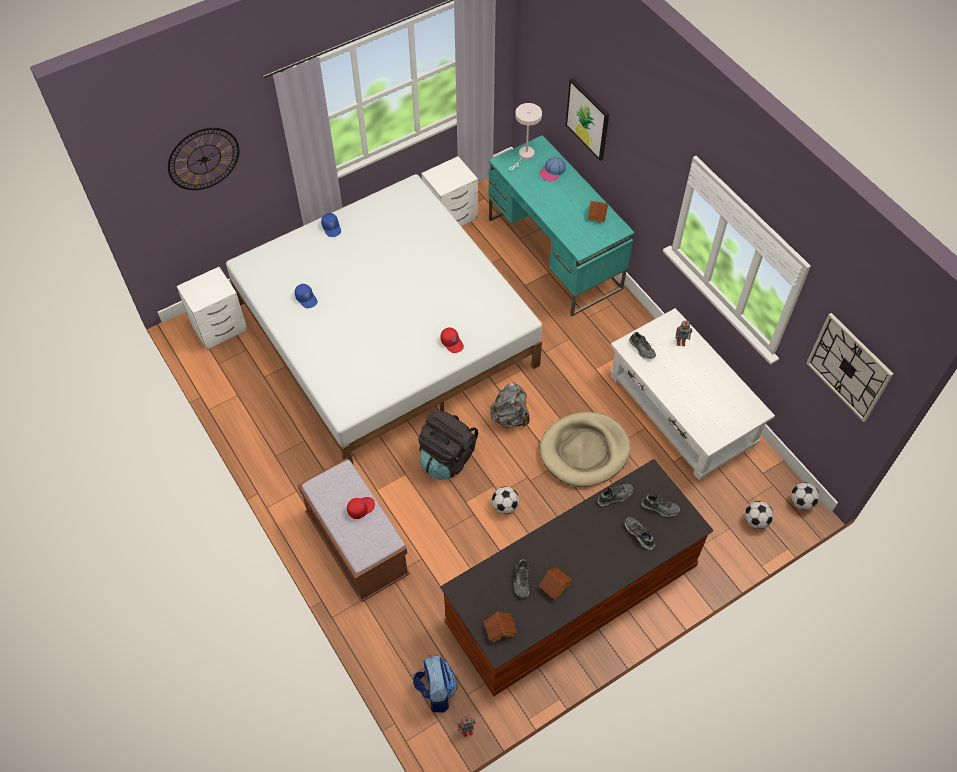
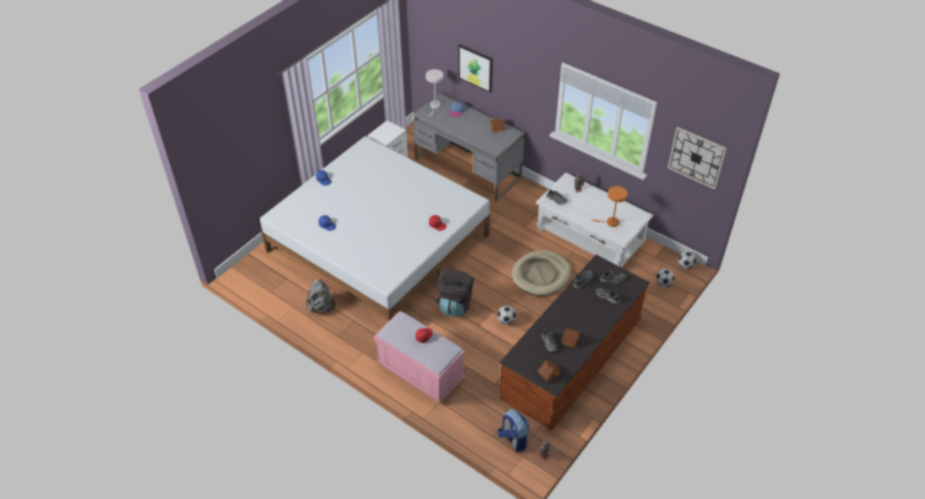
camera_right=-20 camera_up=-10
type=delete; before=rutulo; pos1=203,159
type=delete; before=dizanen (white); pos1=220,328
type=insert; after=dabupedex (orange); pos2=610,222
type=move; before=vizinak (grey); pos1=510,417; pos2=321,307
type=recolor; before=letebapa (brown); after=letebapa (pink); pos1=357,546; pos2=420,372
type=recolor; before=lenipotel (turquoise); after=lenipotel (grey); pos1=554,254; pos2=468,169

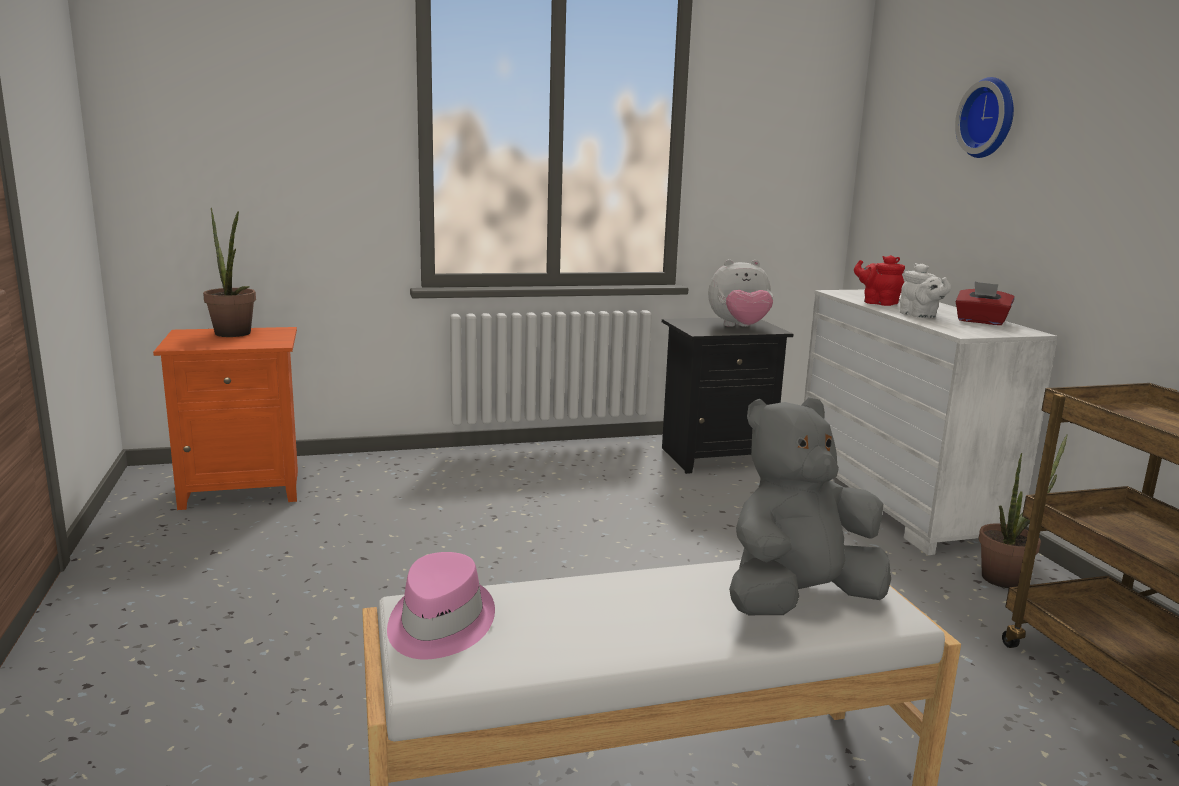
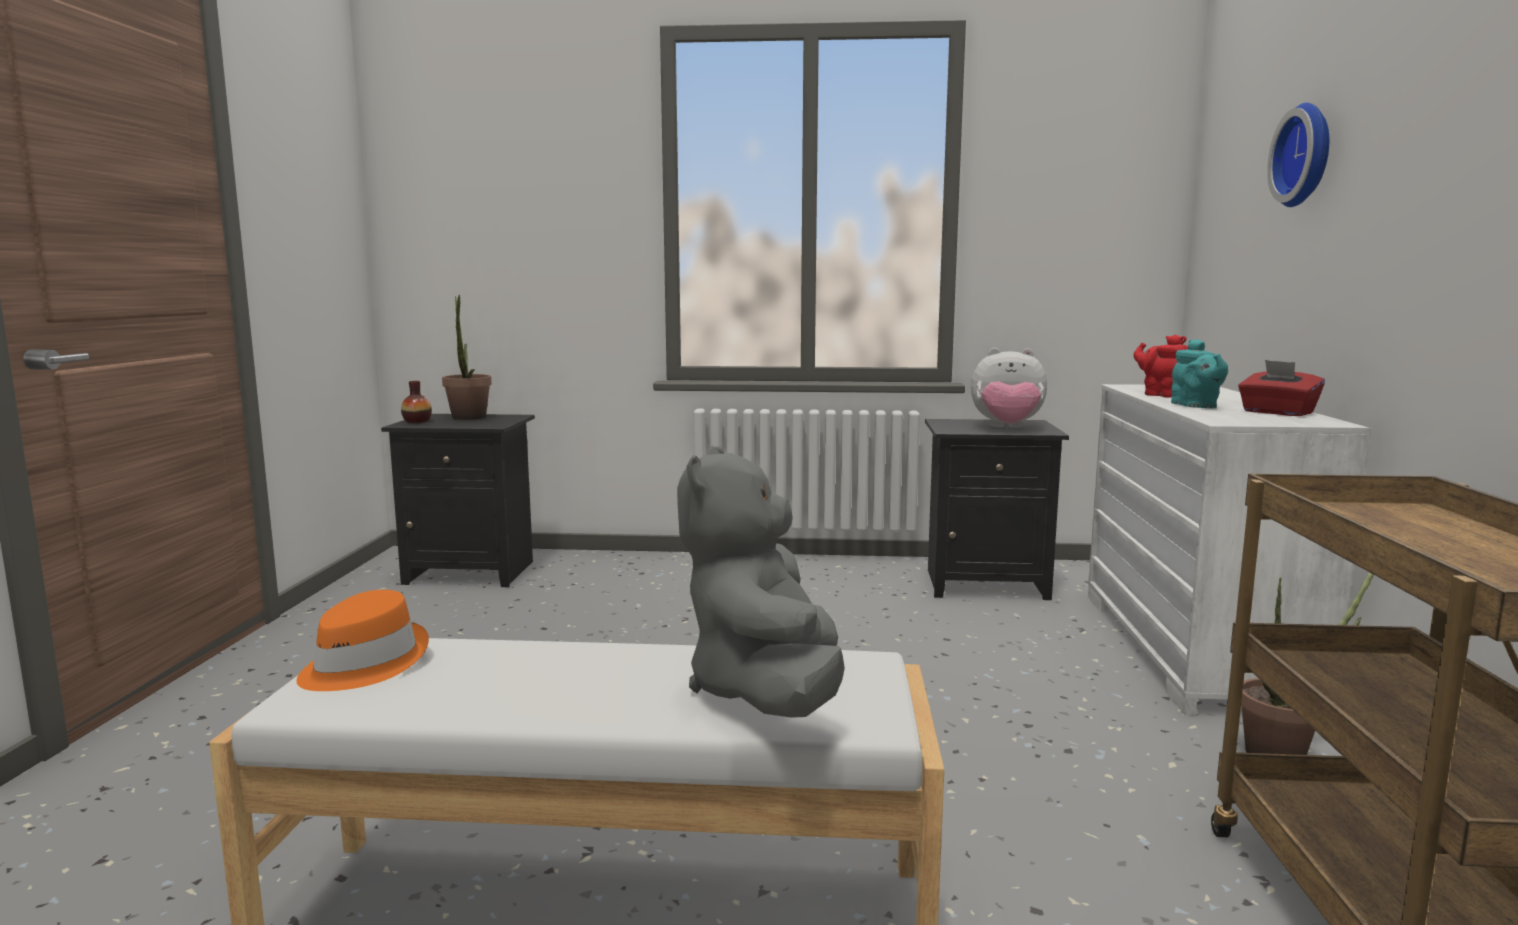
camera_right=20 camera_up=-5
type=insert; after=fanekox; pos2=417,421
type=recolor; before=dizanen (orange); after=dizanen (black); pos1=242,488; pos2=471,572
type=recolor; before=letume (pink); after=letume (orange); pos1=438,624; pos2=363,664
type=recolor; before=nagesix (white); after=nagesix (turquoise); pos1=920,316; pos2=1196,406
type=rotate; before=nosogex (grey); pos1=798,601; pos2=766,692; turn=-75

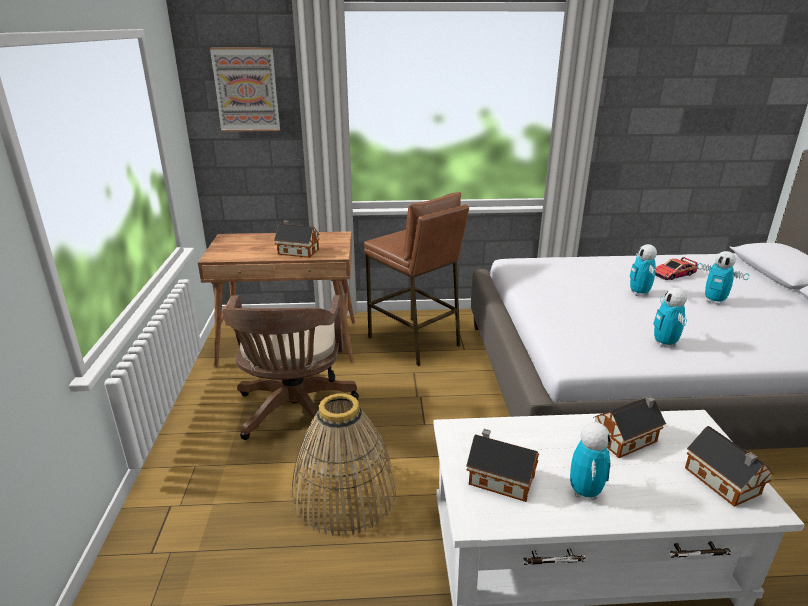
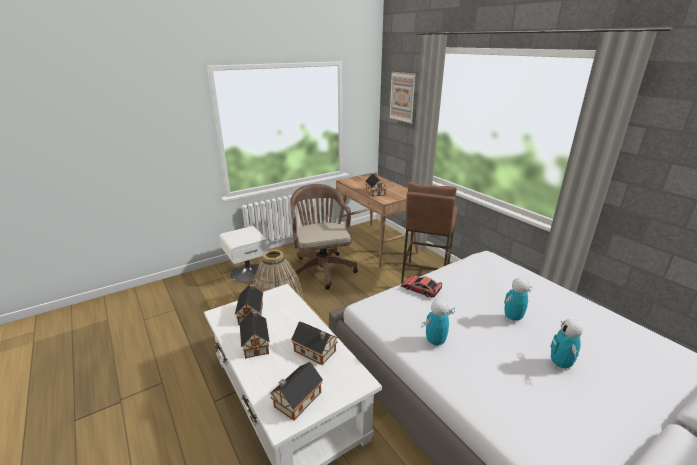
camera_right=60 camera_up=0
type=insert; after=dizanen (white); pos2=248,272
type=move; before=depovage; pos1=673,274; pos2=420,289
type=replace; before=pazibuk; after=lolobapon; pos1=585,492; pos2=256,343
type=rotate; before=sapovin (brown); pos1=294,413; pos2=321,268; turn=105

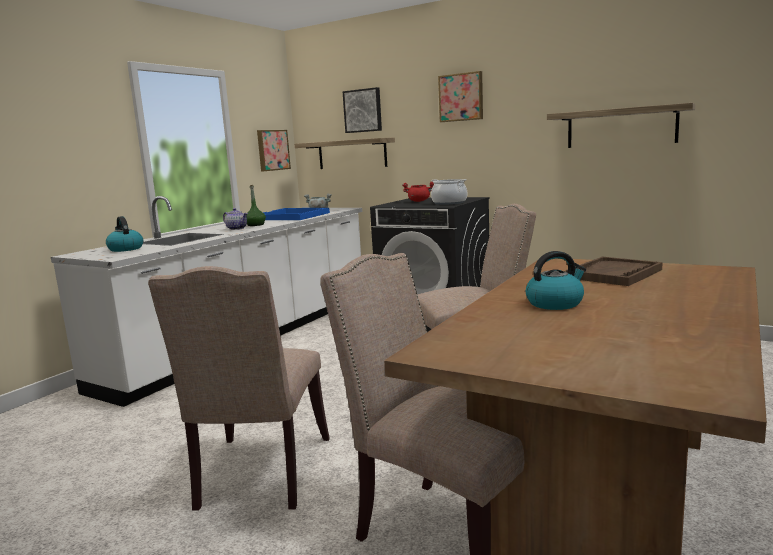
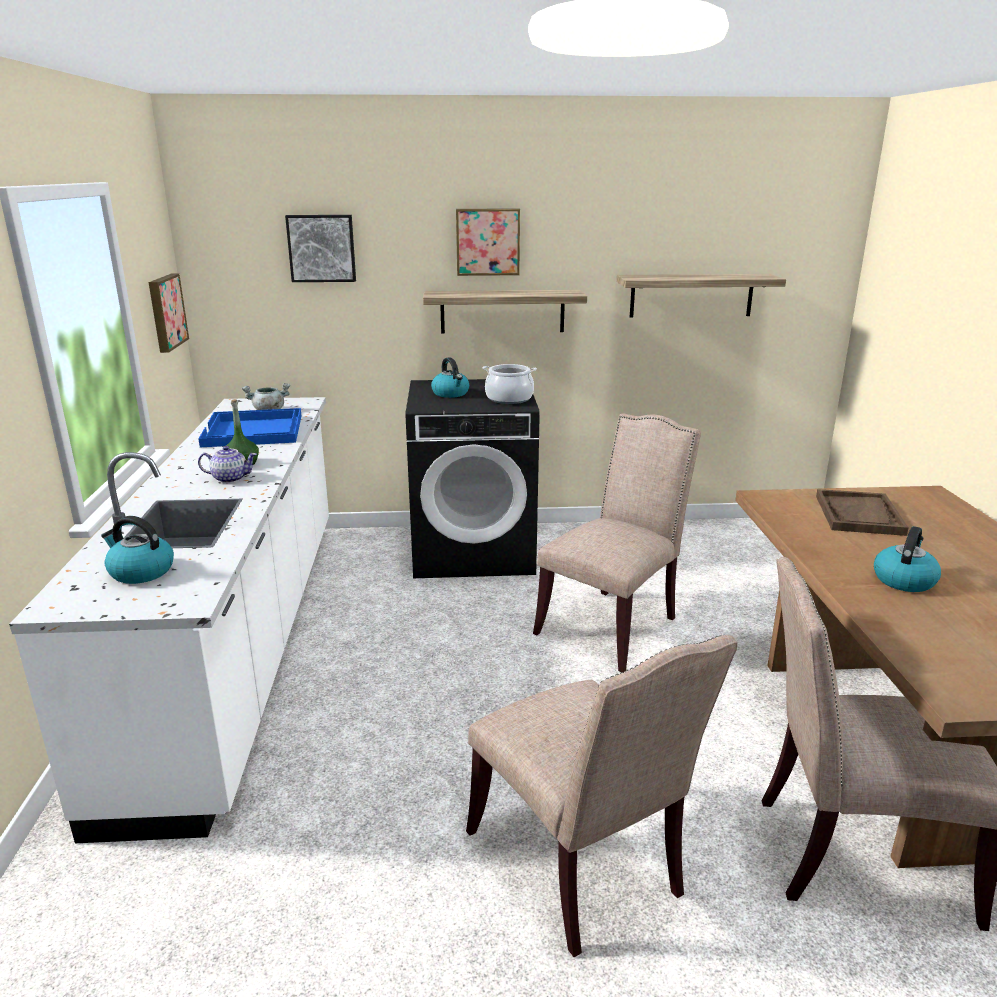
camera_right=-35 camera_up=10
type=move; before=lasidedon; pos1=352,154; pos2=502,311
type=replace; before=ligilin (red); after=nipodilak; pos1=419,201; pos2=451,394

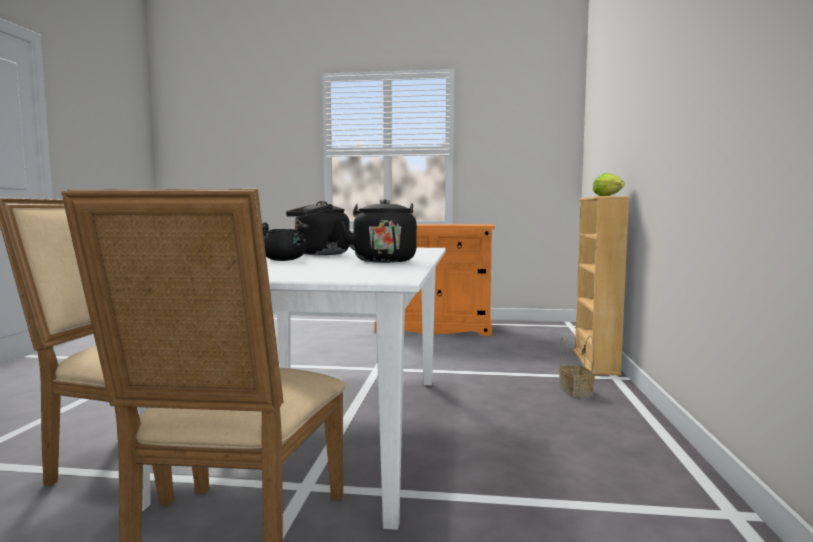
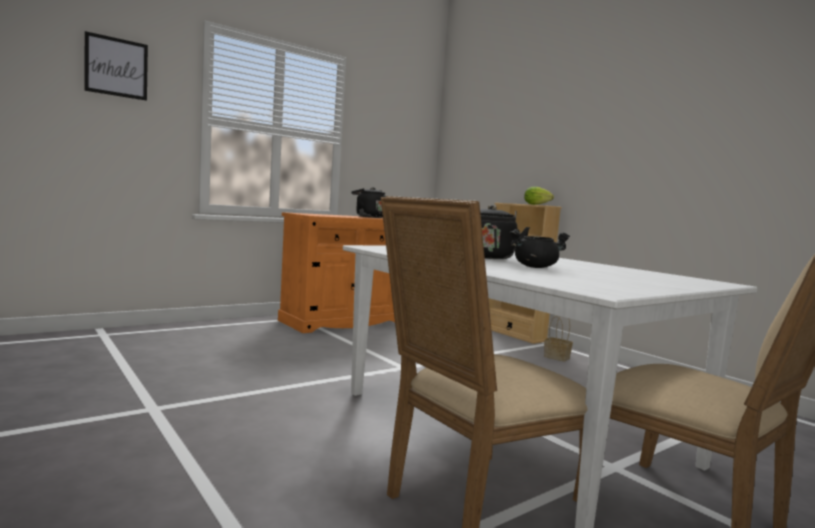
camera_right=-45 camera_up=0
type=insert; after=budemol; pos2=116,67
type=move; before=nipodilak (black); pos1=383,260; pos2=369,217

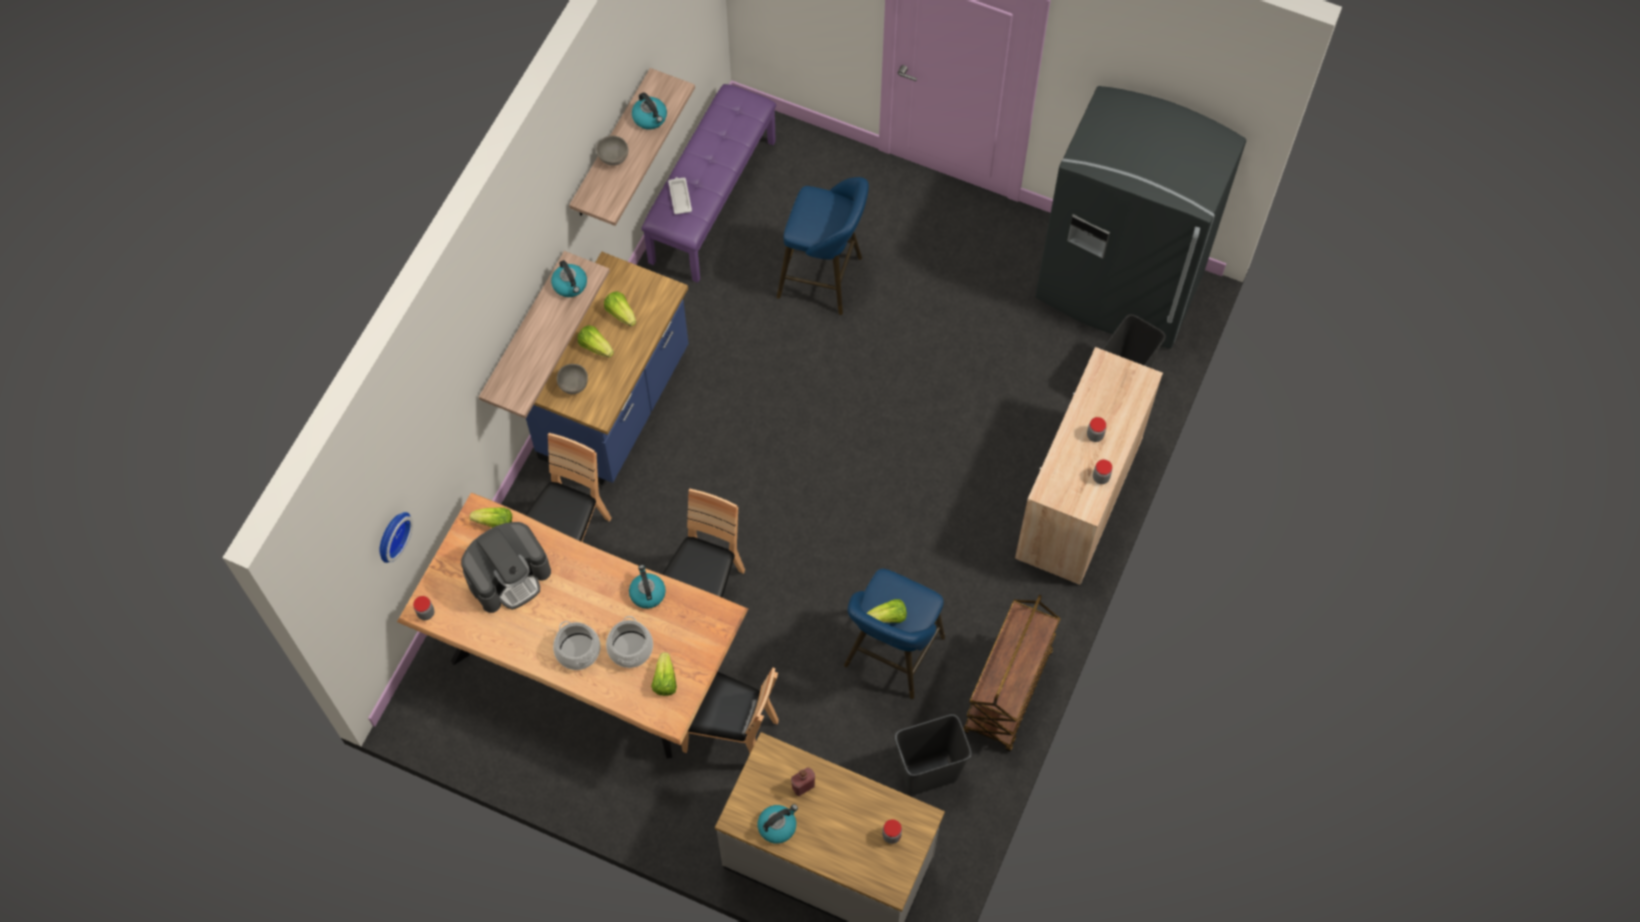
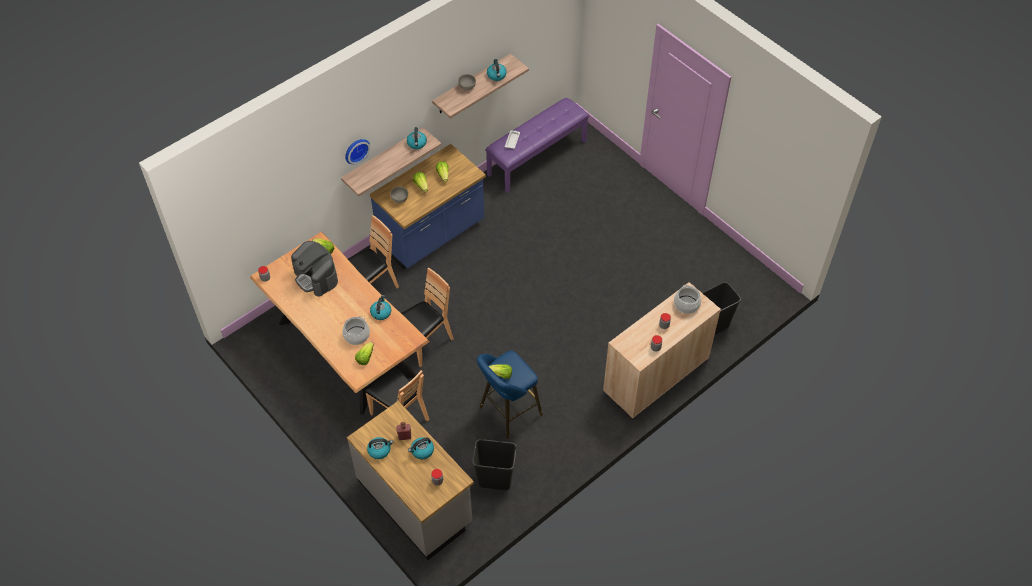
camera_right=25 camera_up=-10
type=delete; before=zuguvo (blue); pos1=825,278
type=delete; before=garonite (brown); pos1=1008,693
type=delete; before=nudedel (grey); pos1=1118,289
type=insert; after=nipodilak; pos2=422,451
type=move; before=rutulo; pos1=391,535; pos2=356,150
type=move; before=ligilin; pos1=577,651; pos2=686,304
type=rotate; before=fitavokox; pos1=509,576; pos2=316,277; turn=60

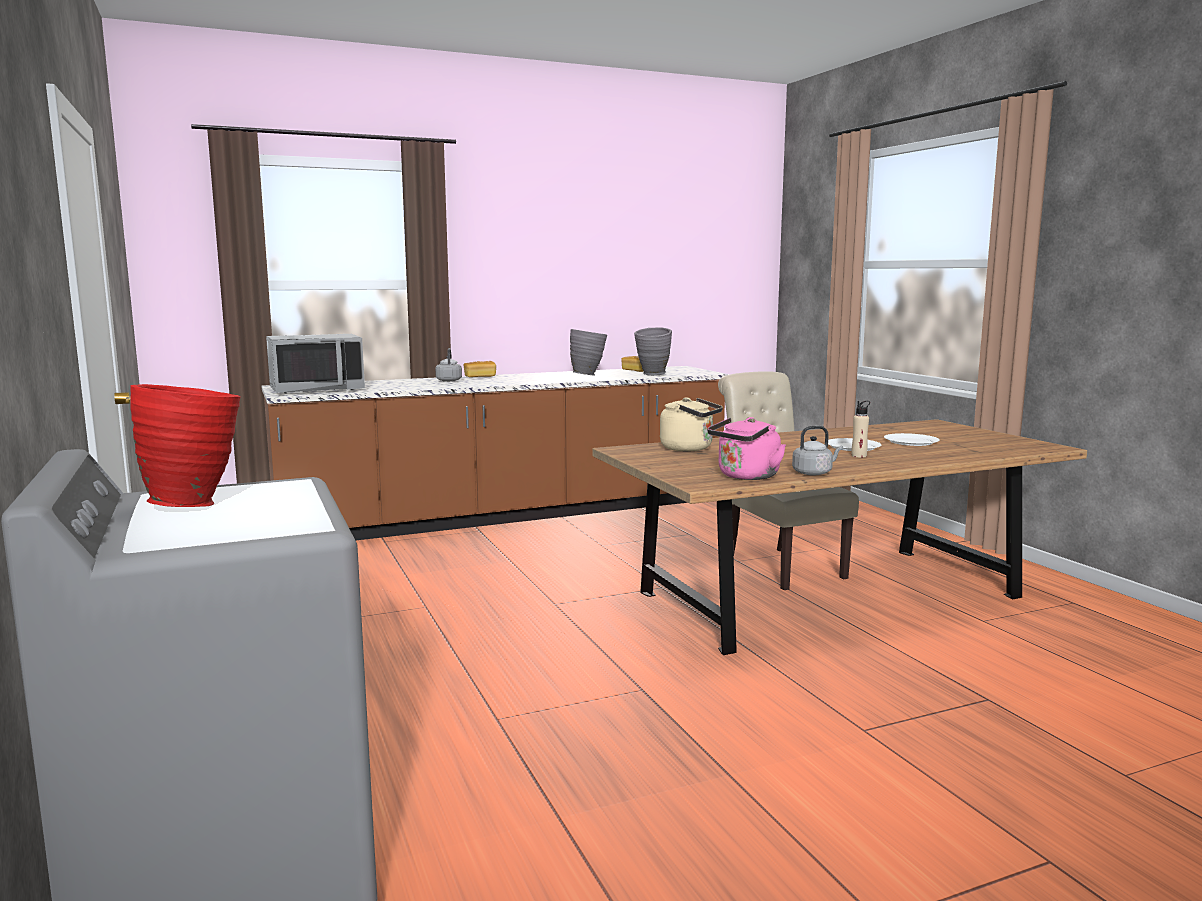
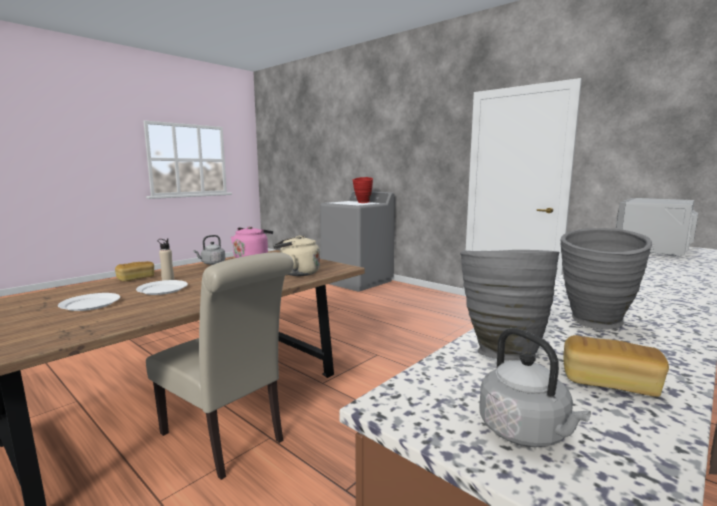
camera_right=155 camera_up=0
type=move; before=nipodilak (grey); pos1=449,380; pos2=526,433
type=move; before=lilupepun; pos1=480,377; pos2=136,278

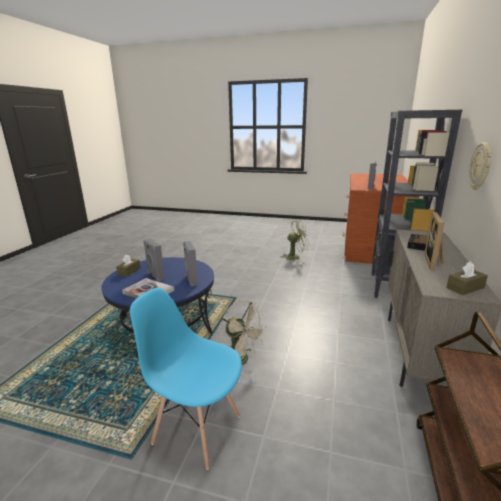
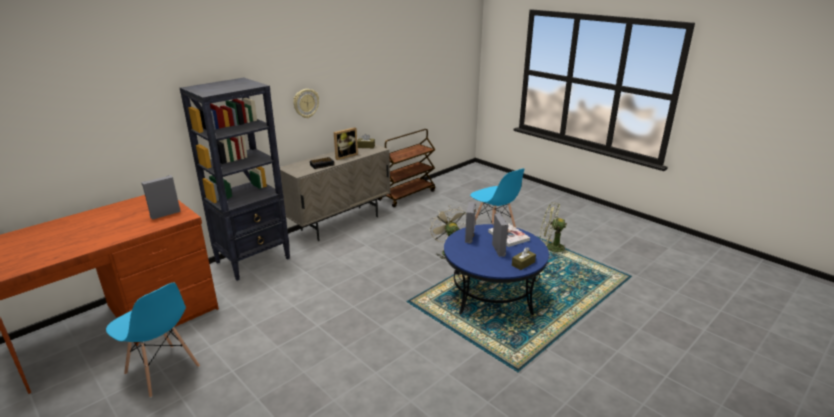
camera_right=-150 camera_up=5
type=insert; after=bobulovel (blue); pos2=162,371
type=move; before=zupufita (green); pos1=295,257; pos2=551,248

